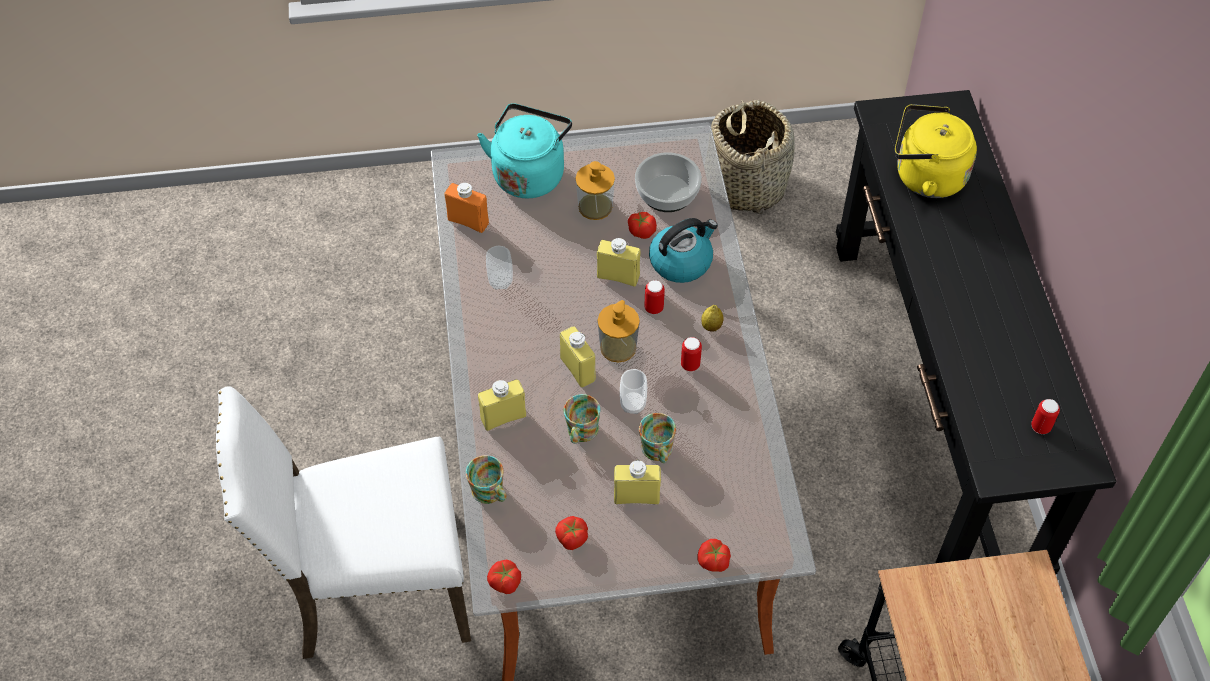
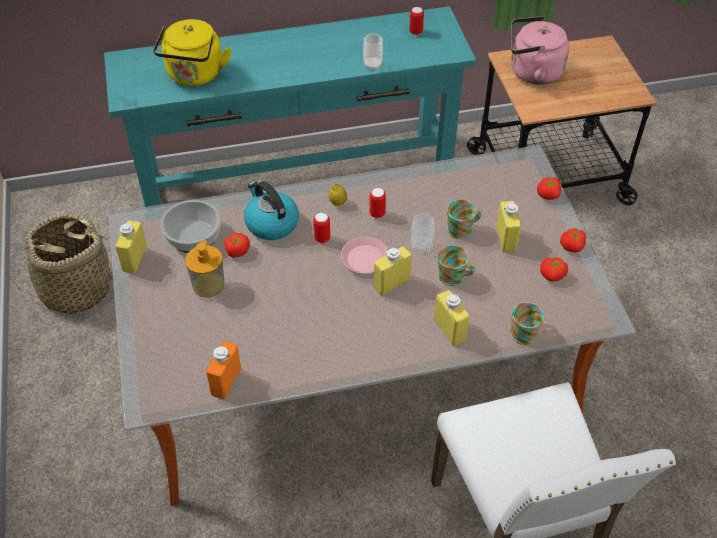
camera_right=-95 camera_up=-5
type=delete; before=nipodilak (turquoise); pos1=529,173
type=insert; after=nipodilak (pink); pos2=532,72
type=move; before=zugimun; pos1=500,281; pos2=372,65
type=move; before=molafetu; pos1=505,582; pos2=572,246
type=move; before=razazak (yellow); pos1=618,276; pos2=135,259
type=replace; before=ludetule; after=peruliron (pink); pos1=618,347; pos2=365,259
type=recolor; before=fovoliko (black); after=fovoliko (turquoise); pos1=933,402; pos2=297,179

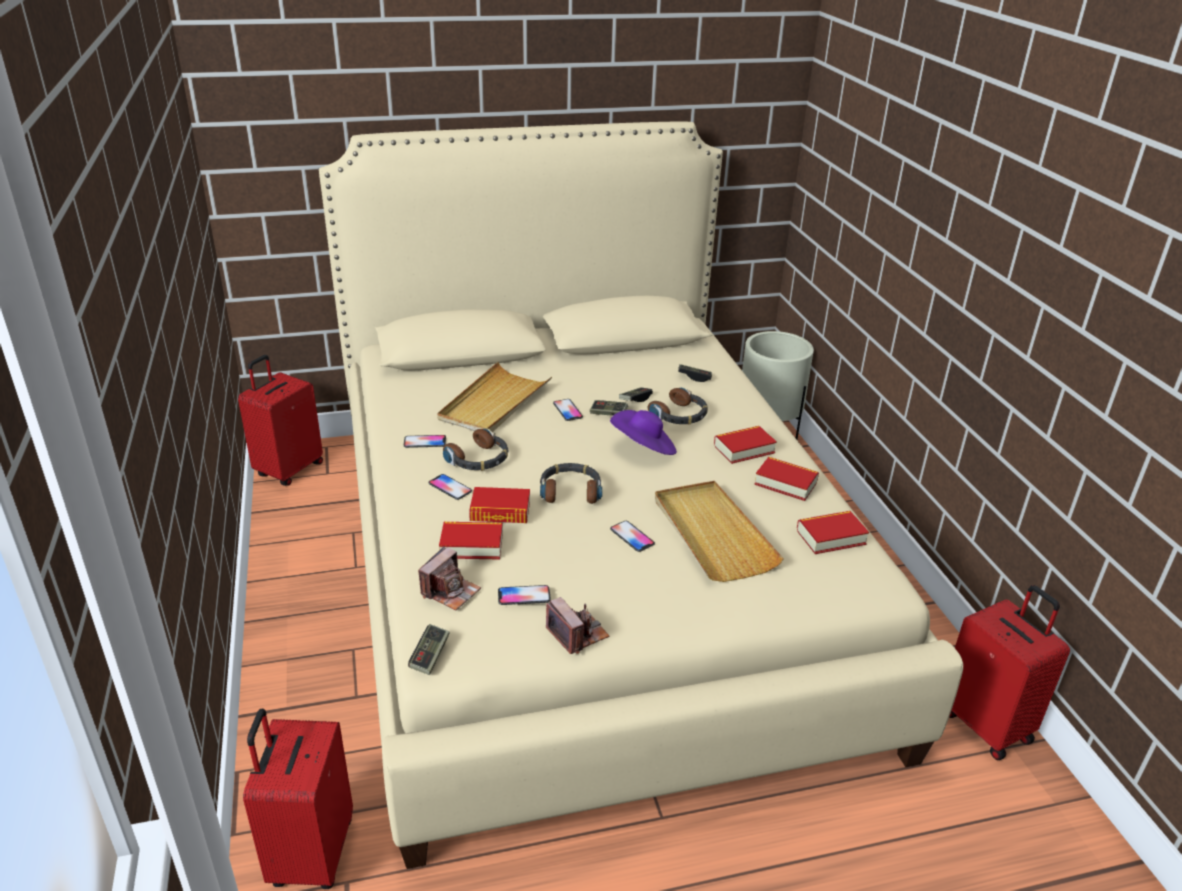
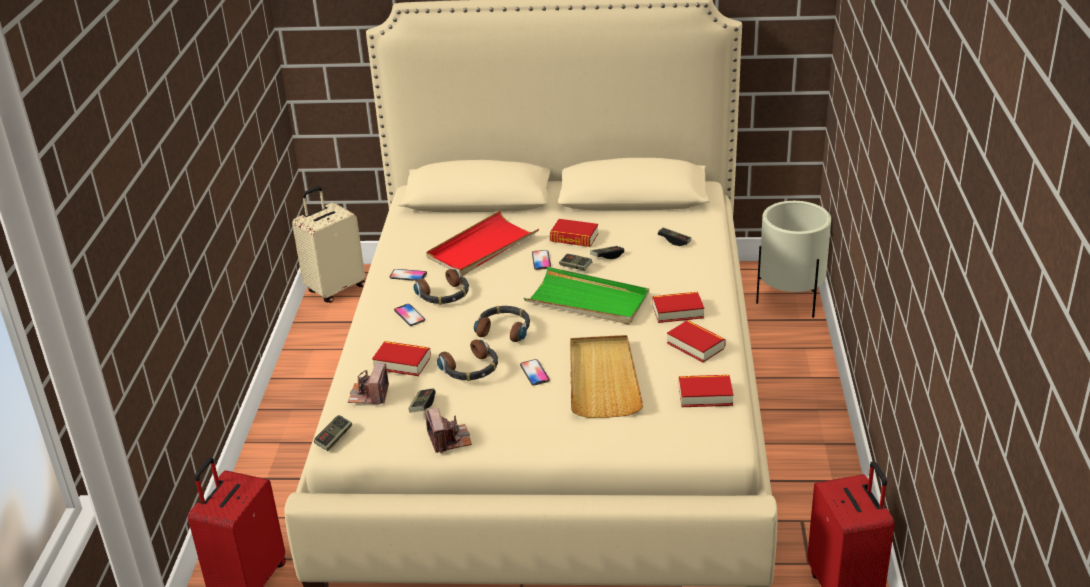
camera_right=20 camera_up=0
type=move; before=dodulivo; pos1=500,511; pos2=574,238
type=move; before=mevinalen; pos1=679,415; pos2=470,369
type=replace; before=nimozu; after=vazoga; pos1=524,596; pos2=422,406
type=replace; before=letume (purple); after=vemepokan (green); pos1=644,448; pos2=588,301
type=recolor; before=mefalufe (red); after=mefalufe (beige); pos1=288,469; pos2=335,289
type=recolor; before=vemepokan (beige); after=vemepokan (red); pos1=494,403; pos2=482,247
type=rotate; before=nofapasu; pos1=450,591; pos2=369,395; turn=135

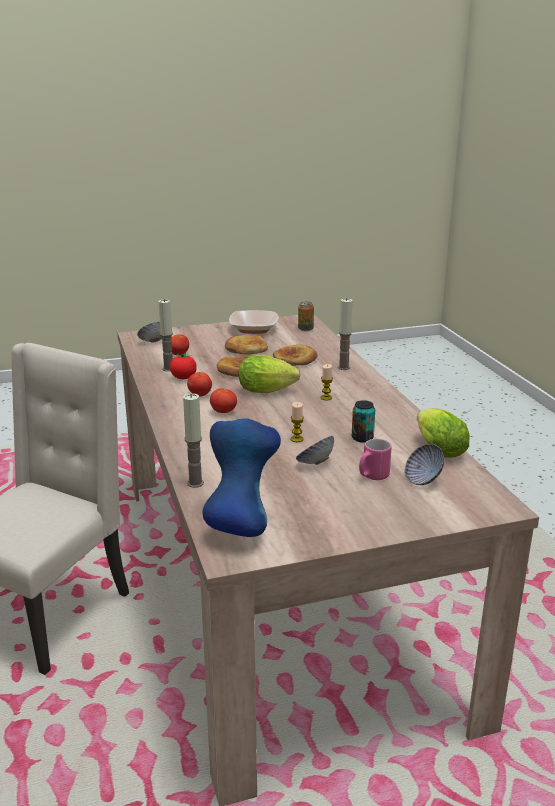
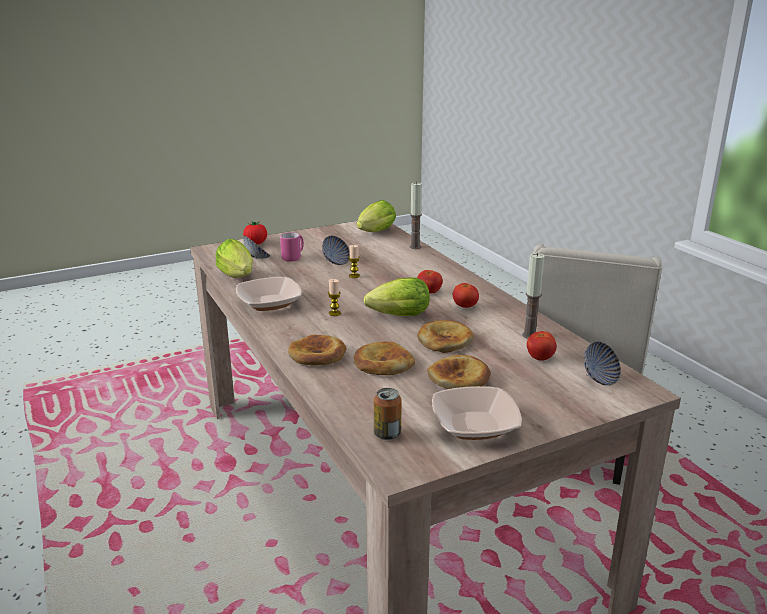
camera_right=170 camera_up=0
type=delete; before=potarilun; pos1=362,438
type=insert; after=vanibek; pos2=269,303
type=move; before=molafetu; pos1=183,378; pos2=256,243
type=replace; before=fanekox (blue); after=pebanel; pos1=241,523; pos2=374,233
type=replace; before=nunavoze; after=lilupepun; pos1=343,367; pos2=317,354

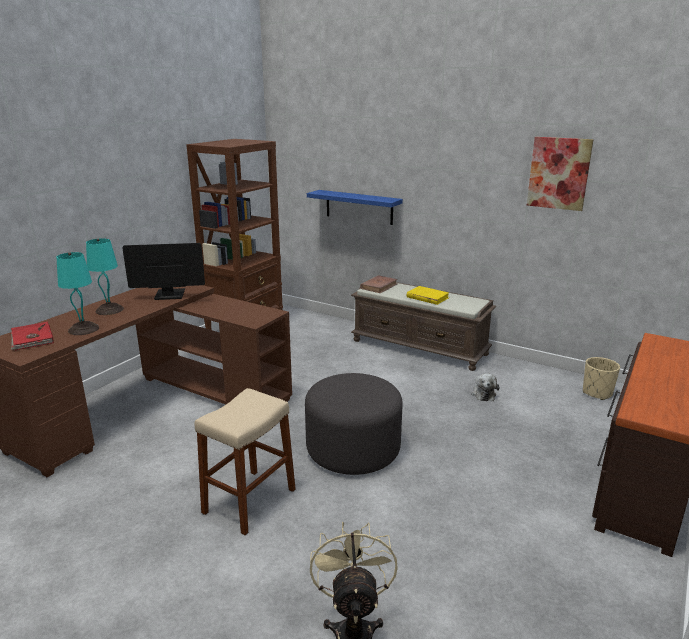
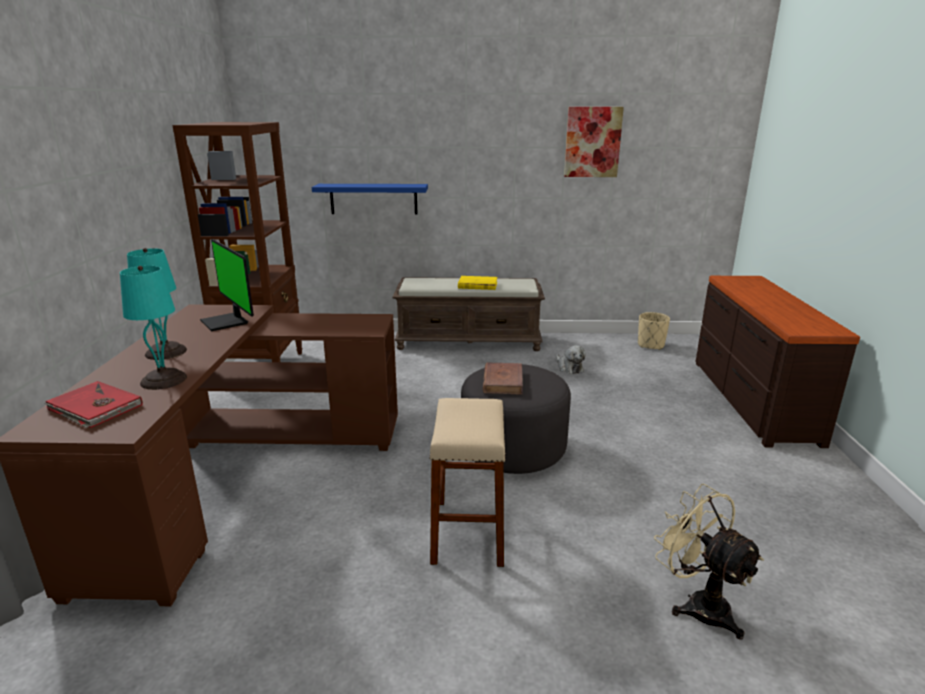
camera_right=-30 camera_up=0
type=move; before=dodulivo (brown); pos1=379,286; pos2=503,381
type=rotate; before=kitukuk; pos1=169,295; pos2=227,322; turn=-90

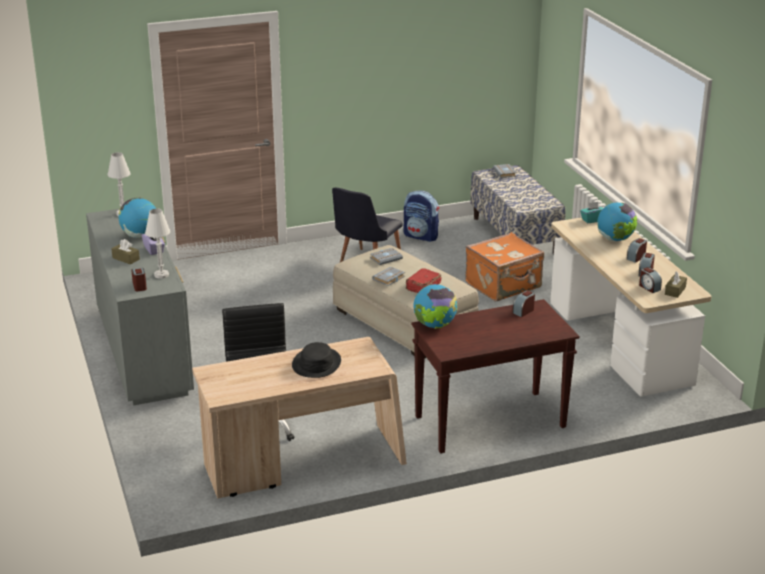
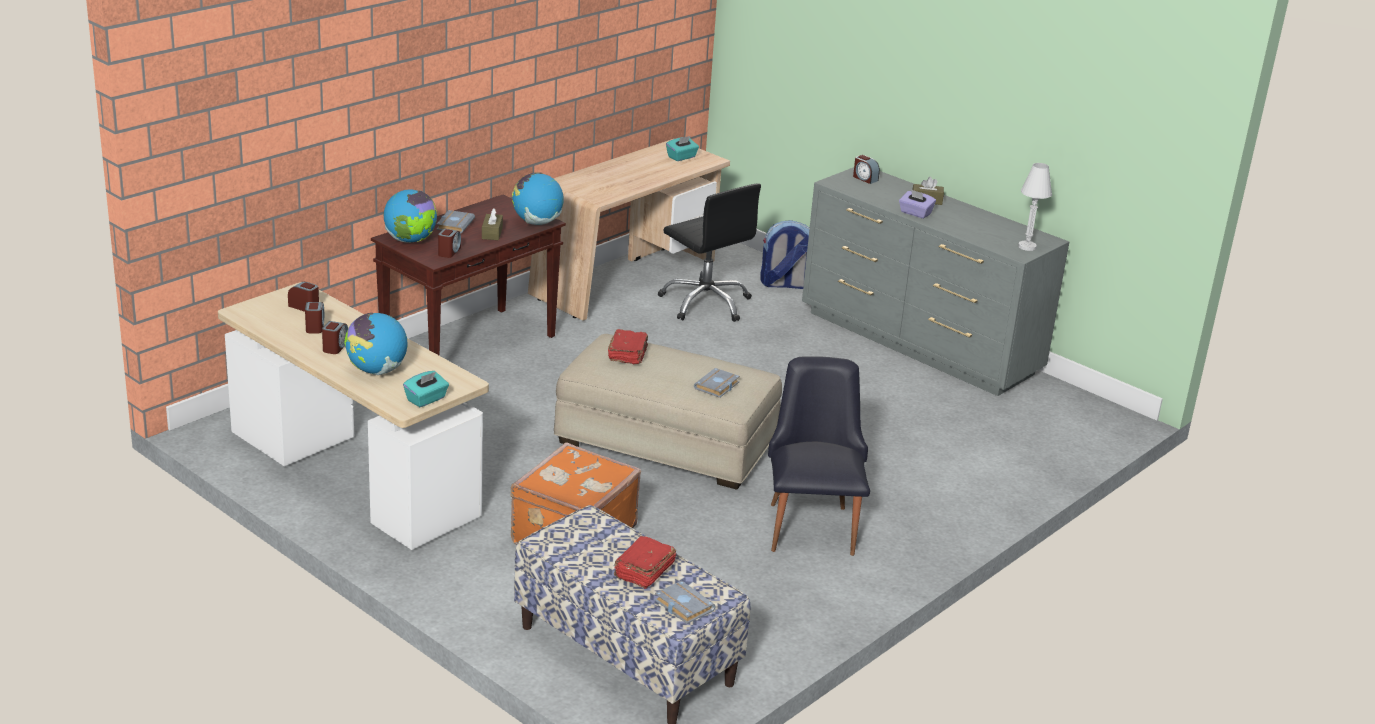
camera_right=150 camera_up=0
type=delete; before=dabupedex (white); pos1=161,275
type=delete; before=letume (black); pos1=316,364
type=insert; after=dodulivo (red); pos2=643,571
type=insert; after=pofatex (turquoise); pos2=682,157
type=move; before=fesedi; pos1=140,236; pos2=410,240
type=move; before=dodulivo (grey); pos1=389,279; pos2=454,224
type=move; before=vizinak; pos1=421,236; pos2=784,284
type=move; before=pofatex (brown); pos1=675,291; pos2=492,233

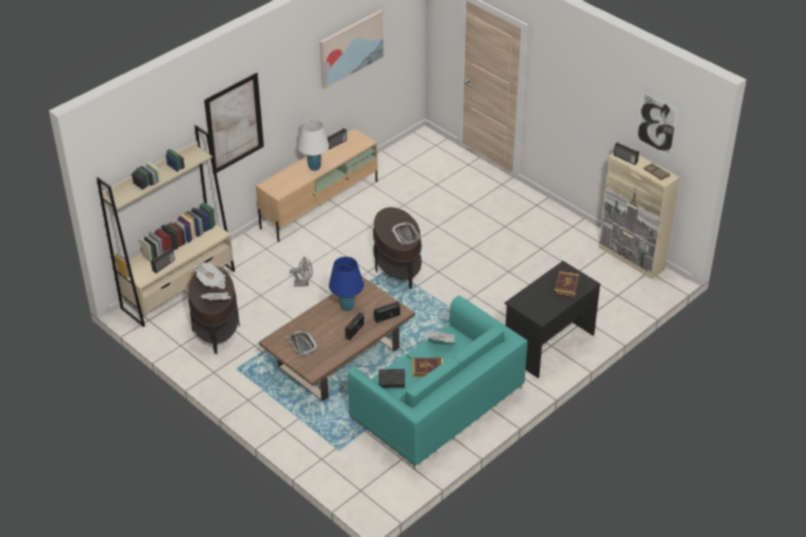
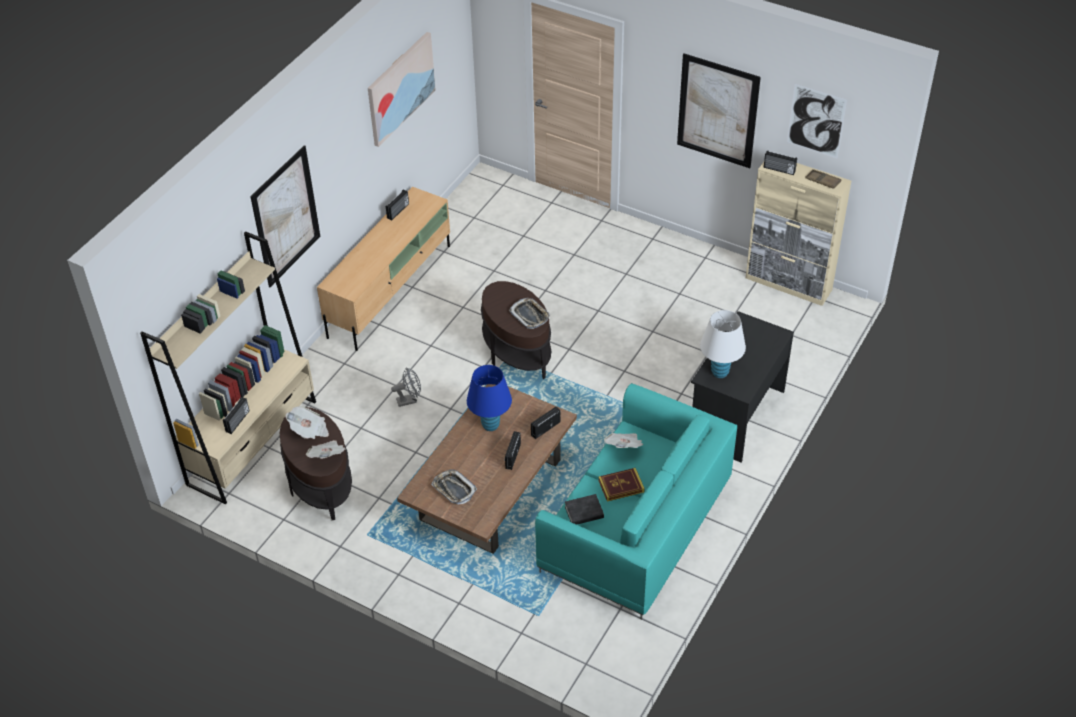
camera_right=-15 camera_up=5
type=delete; before=dodulivo; pos1=566,286
type=insert; after=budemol; pos2=717,111
type=move; before=dabupedex (white); pos1=314,167; pos2=719,372

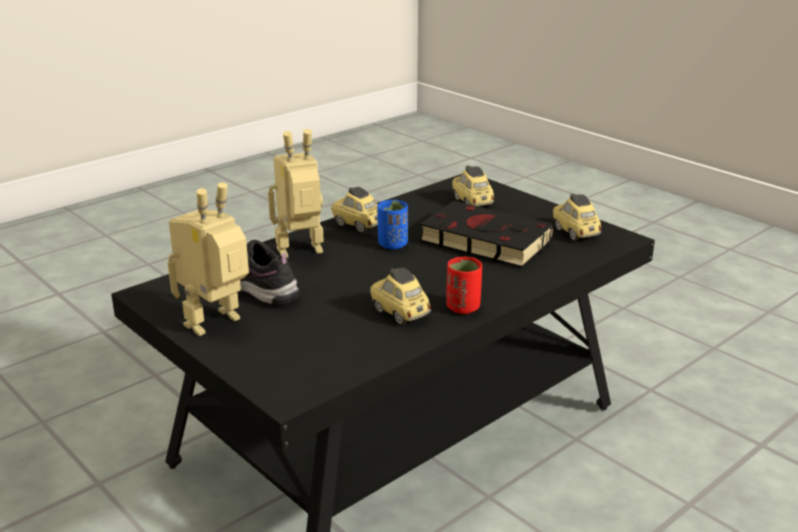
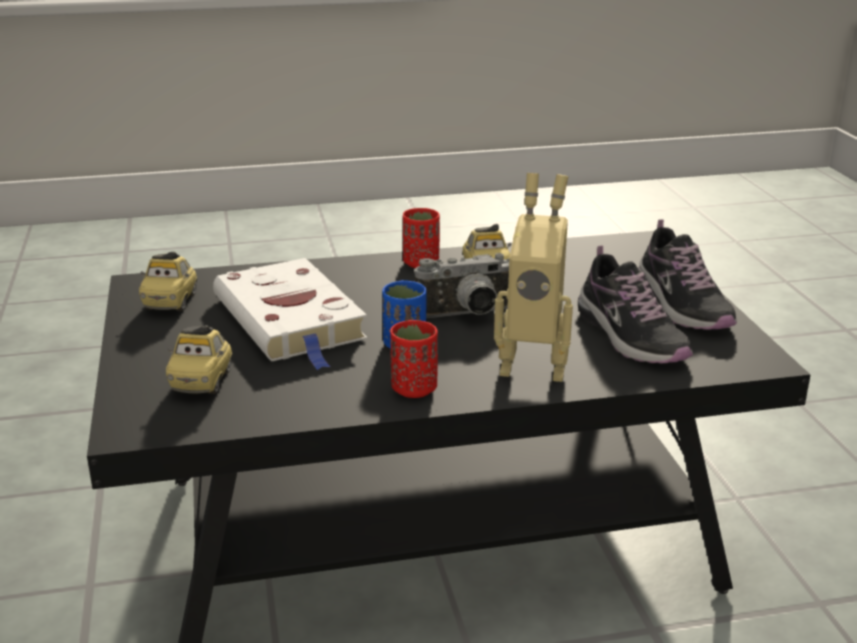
camera_right=-150 camera_up=0
type=insert; after=nofapasu; pos2=467,315
type=replace; before=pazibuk; after=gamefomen; pos1=217,325; pos2=682,305
type=replace; before=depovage; after=zugimun (red); pos1=358,225; pos2=414,389
type=recolor; before=dodulivo (black); after=dodulivo (white); pos1=482,240; pos2=292,321

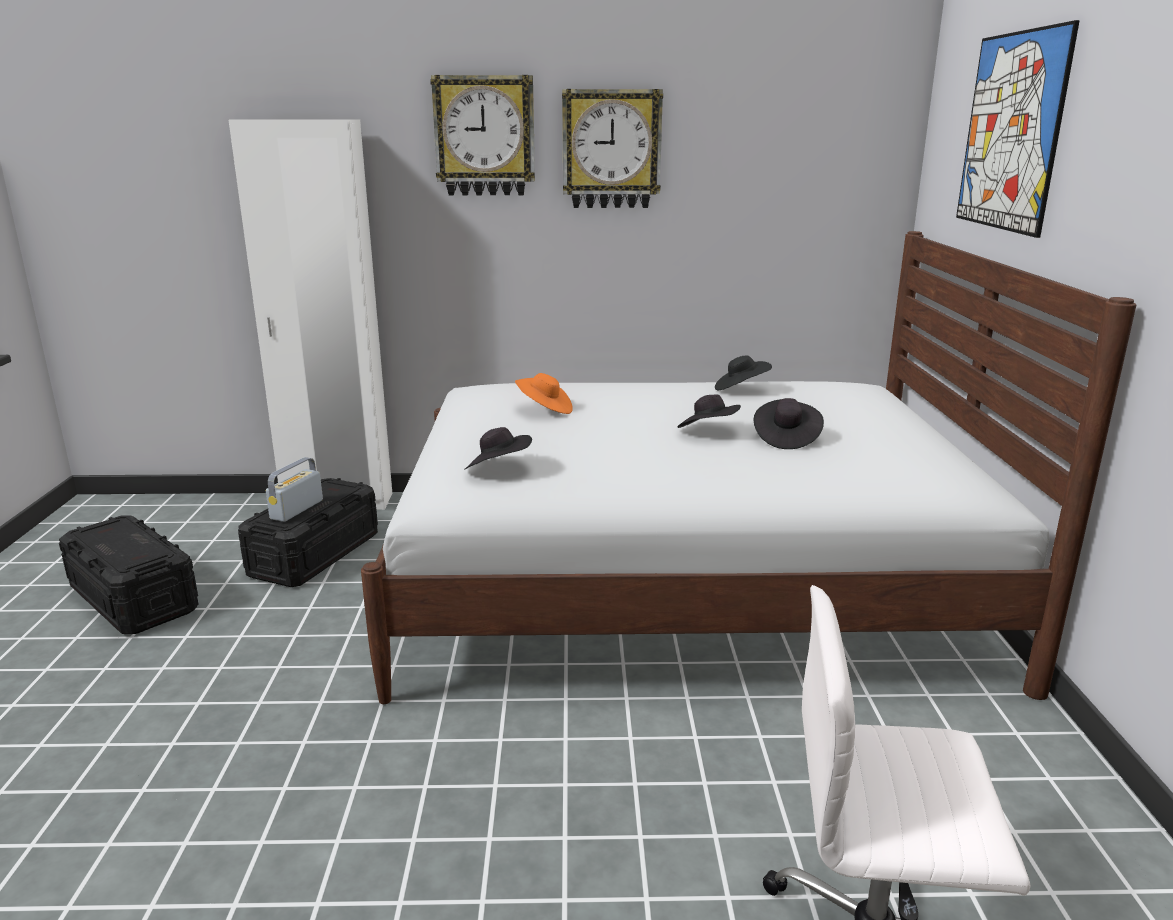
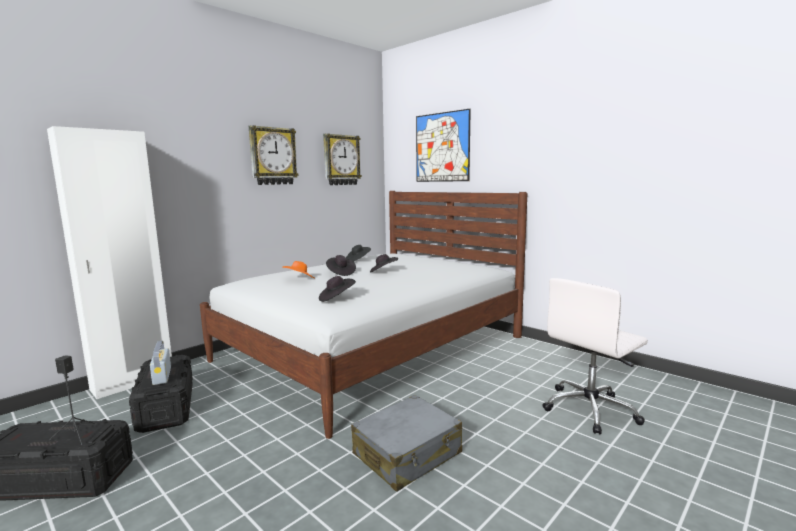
camera_right=-45 camera_up=-10
type=insert; after=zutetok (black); pos2=76,436
type=insert; after=mefalufe (grey); pos2=407,454
type=move; before=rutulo; pos1=485,136; pos2=341,160
type=move; before=letume (black); pos1=785,438; pos2=340,273

